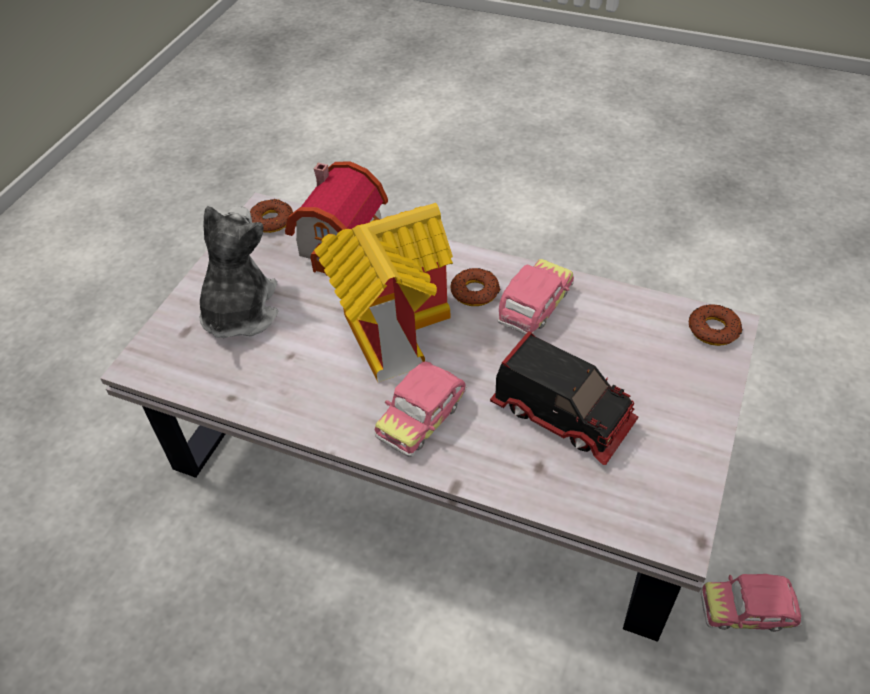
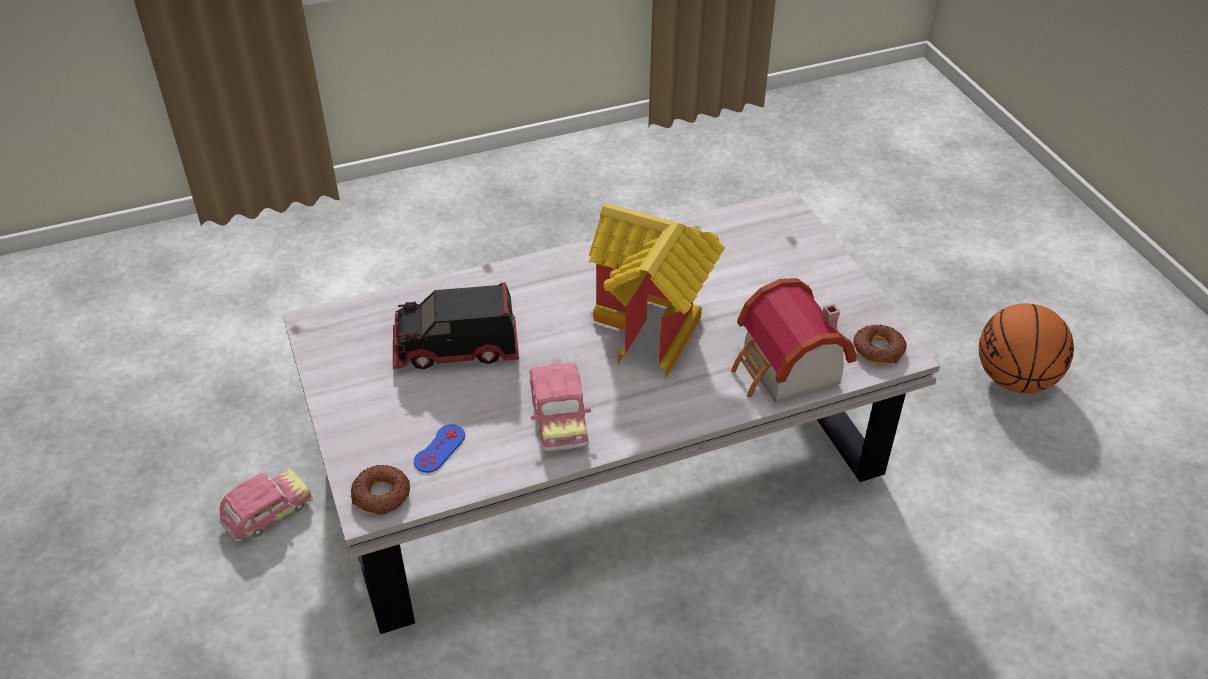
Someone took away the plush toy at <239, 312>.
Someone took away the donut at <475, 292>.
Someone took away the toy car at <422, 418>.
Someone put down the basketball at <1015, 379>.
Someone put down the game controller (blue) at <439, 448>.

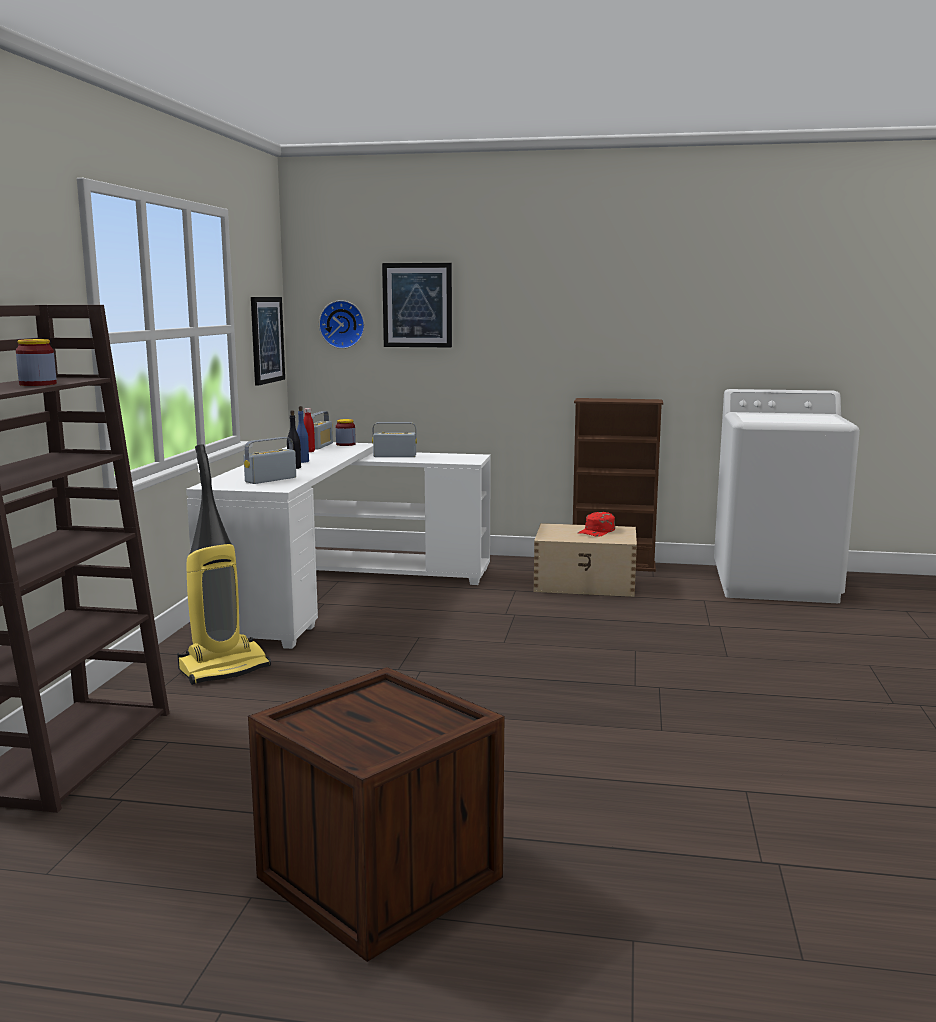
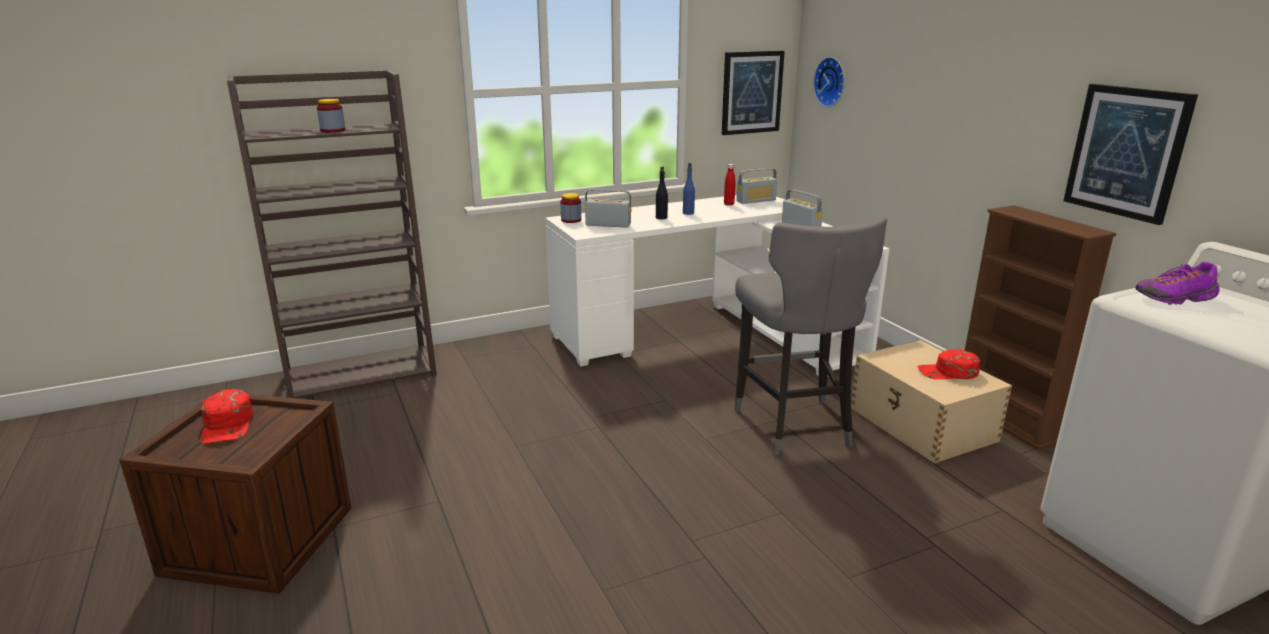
Someone carried the picture from <417, 305> to <1126, 152>.
Someone carried the jar from <345, 444> to <571, 220>.
Someone took away the vacuum cleaner at <224, 668>.
Someone put down the stool (grey) at <793, 425>.
Someone put down the shoe (purple) at <1175, 299>.
Someone put down the cap (red) at <228, 425>.

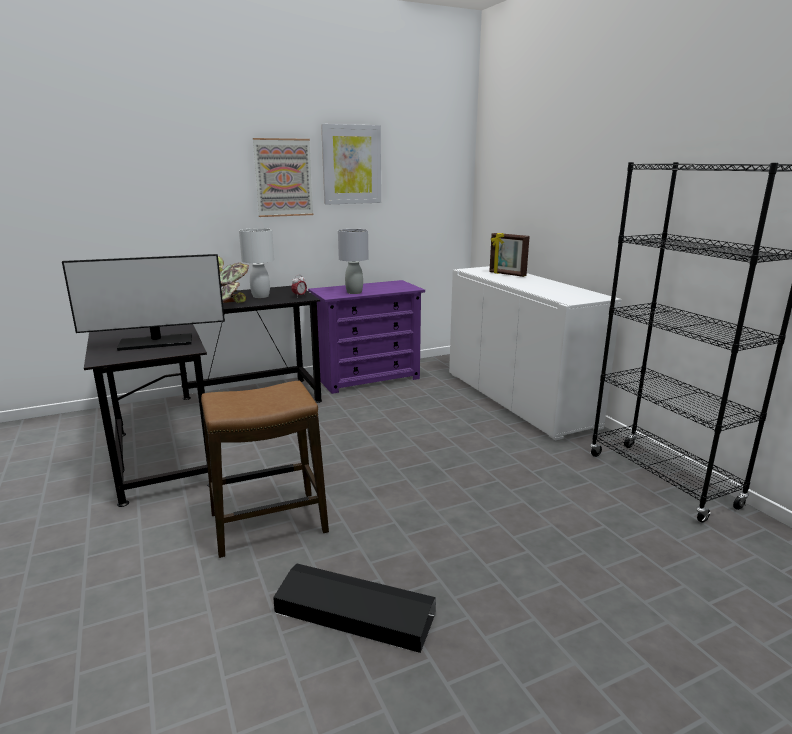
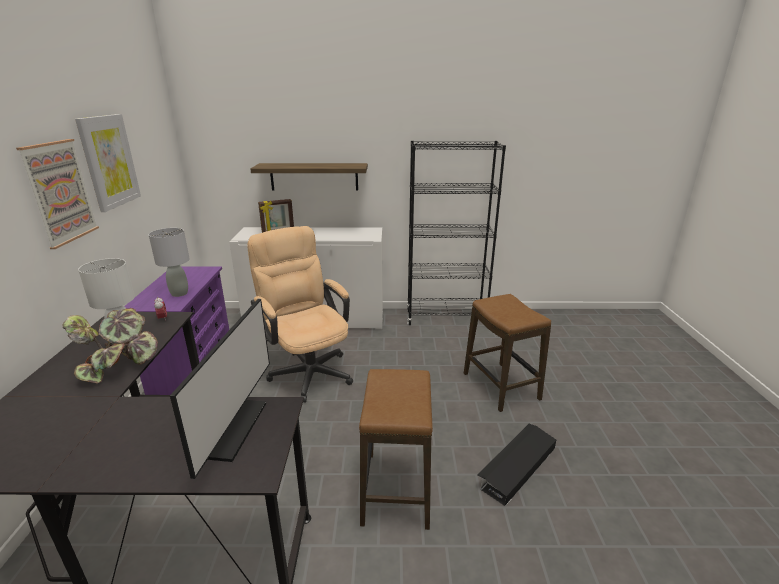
Someone put up the shelf at <314, 176>.
Someone put down the office chair (beige) at <307, 369>.
Someone put down the stool at <500, 386>.

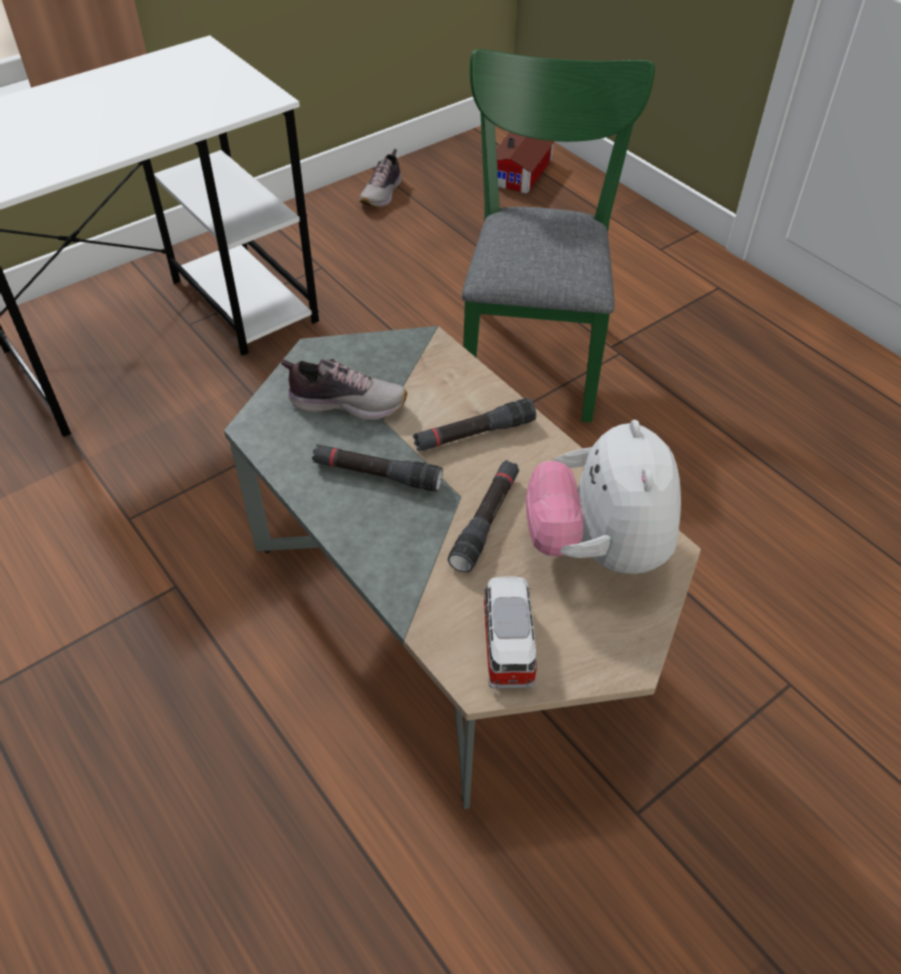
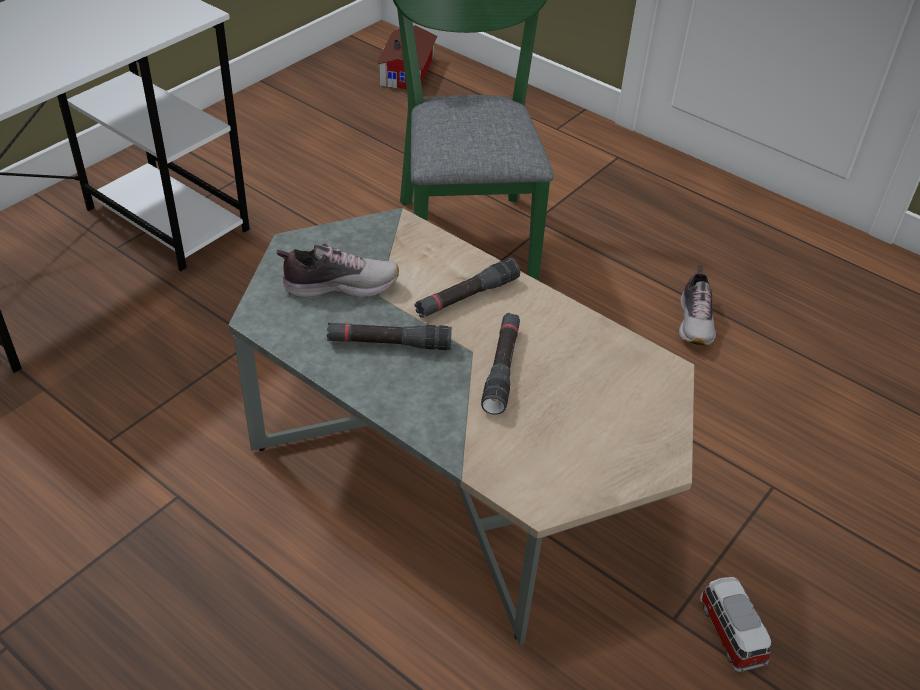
Someone carried the shoe from <382, 193> to <696, 322>.
Someone took away the plush toy at <597, 548>.
Someone carried the toy car from <508, 642> to <730, 631>.

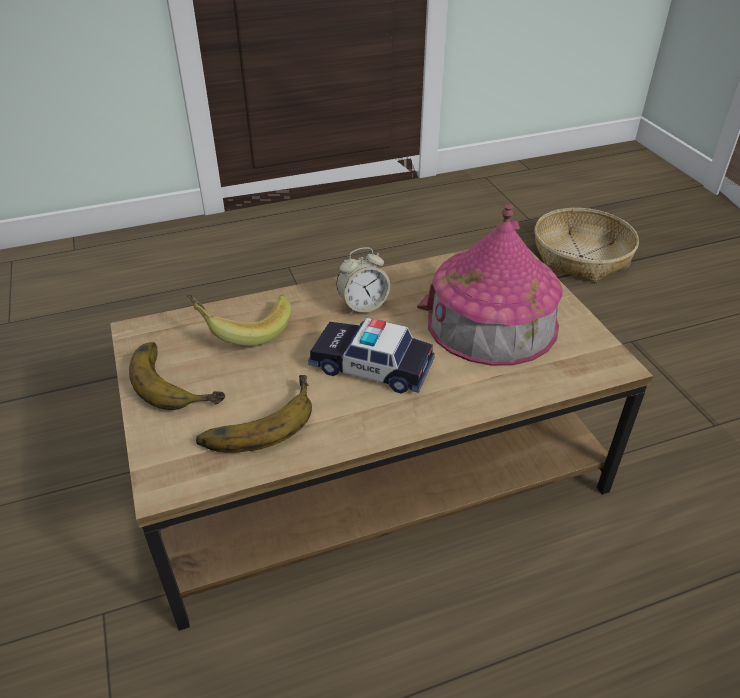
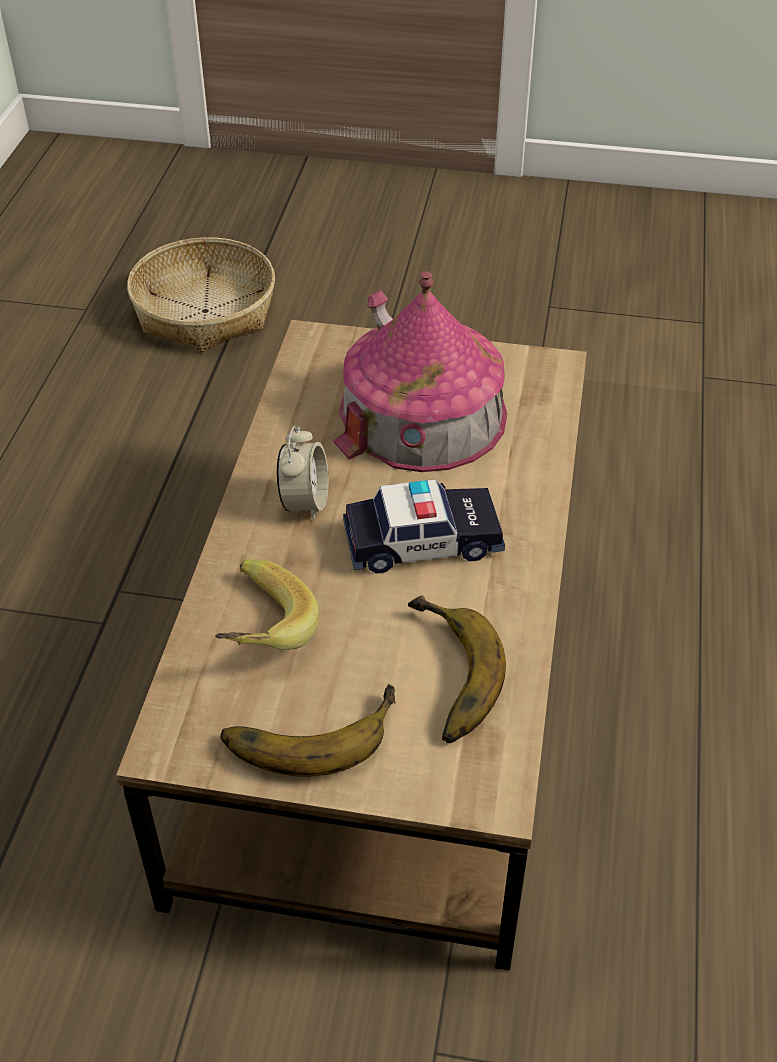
Someone rotated the toy car at <371, 366> by 150 degrees counterclockwise.

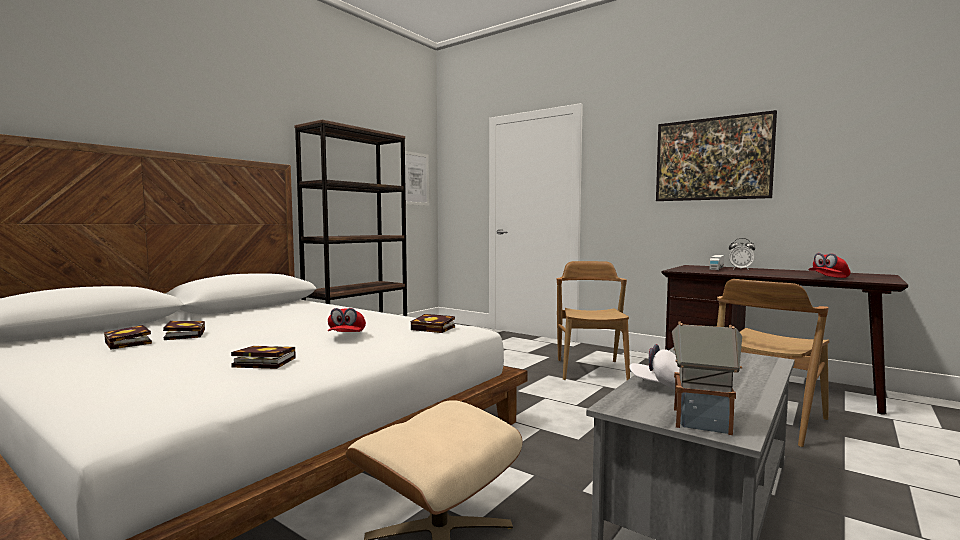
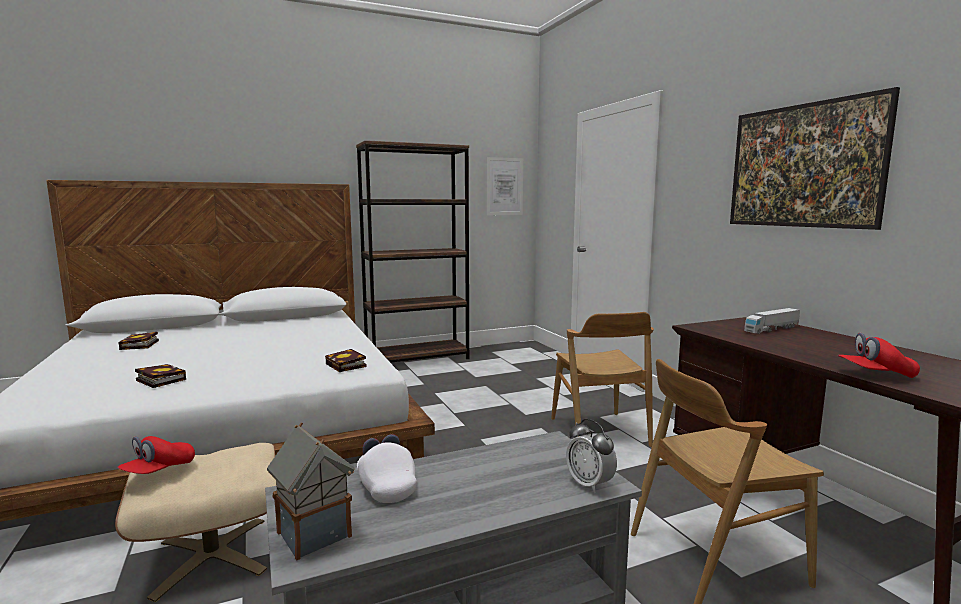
Someone carried the alarm clock from <740, 269> to <589, 484>.
Someone rotated the chair (brown) at <591, 370> by 135 degrees clockwise.
Someone carried the cap (red) from <346, 336> to <159, 471>.
Someone took away the book at <184, 334>.

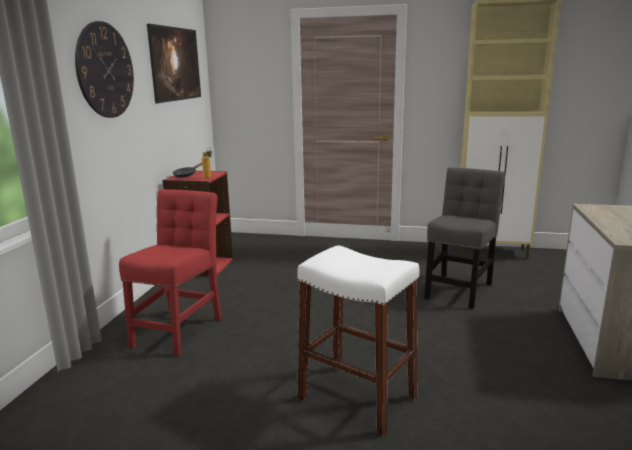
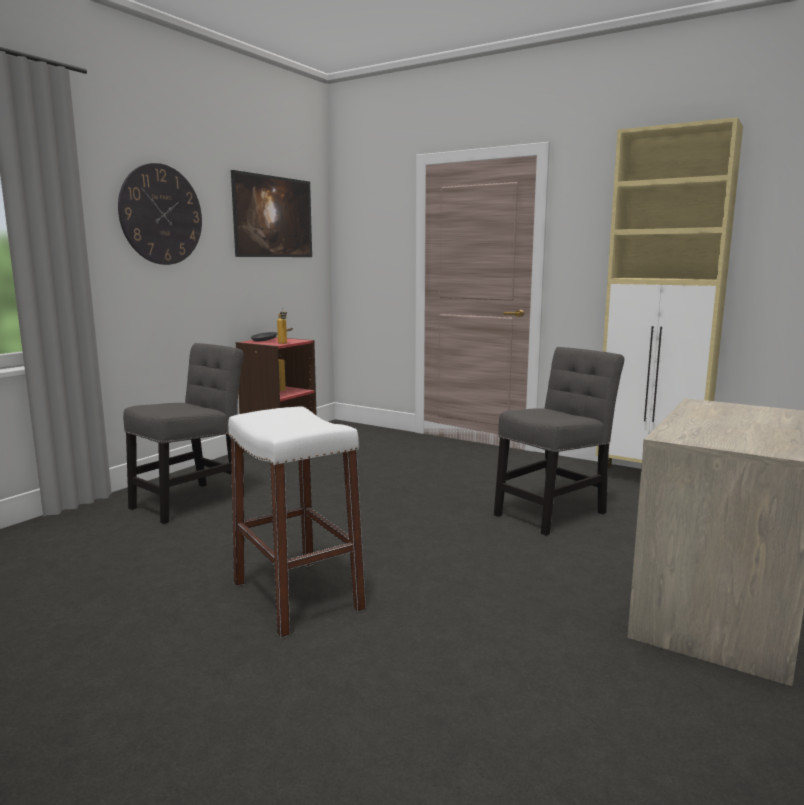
Someone repainted the chair (red) at <179, 329>, which became the chair (grey) at <191, 501>.

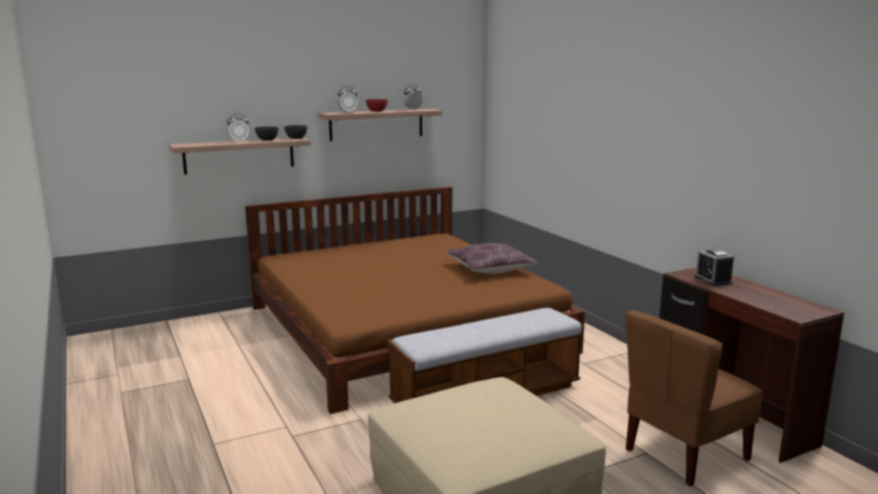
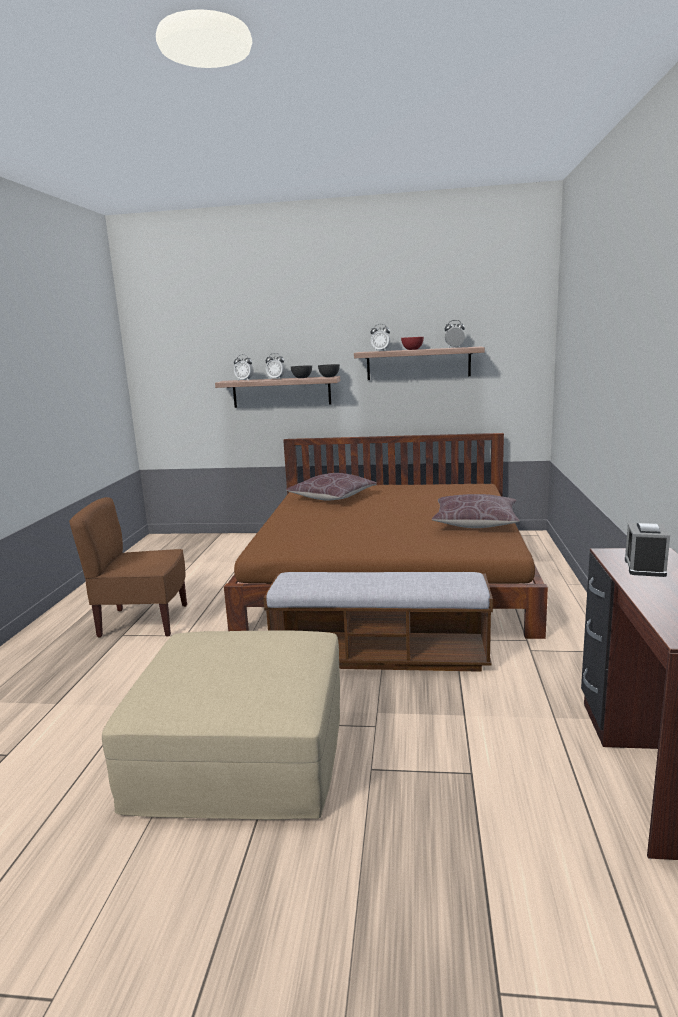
Someone carried the chair (brown) from <684, 454> to <143, 622>.
Someone put down the alarm clock at <244, 380>.
Someone put down the pillow (brown) at <332, 498>.

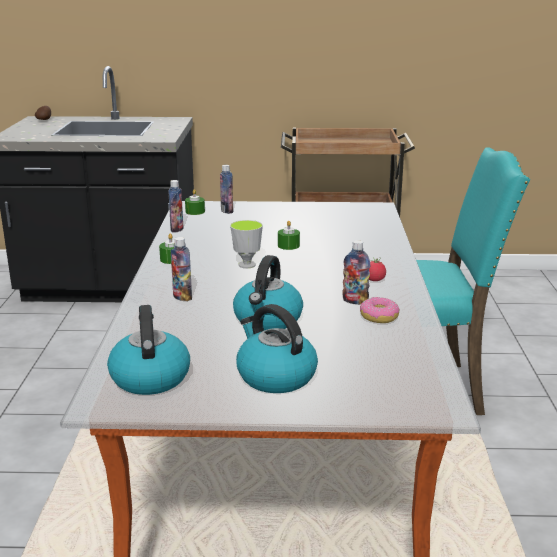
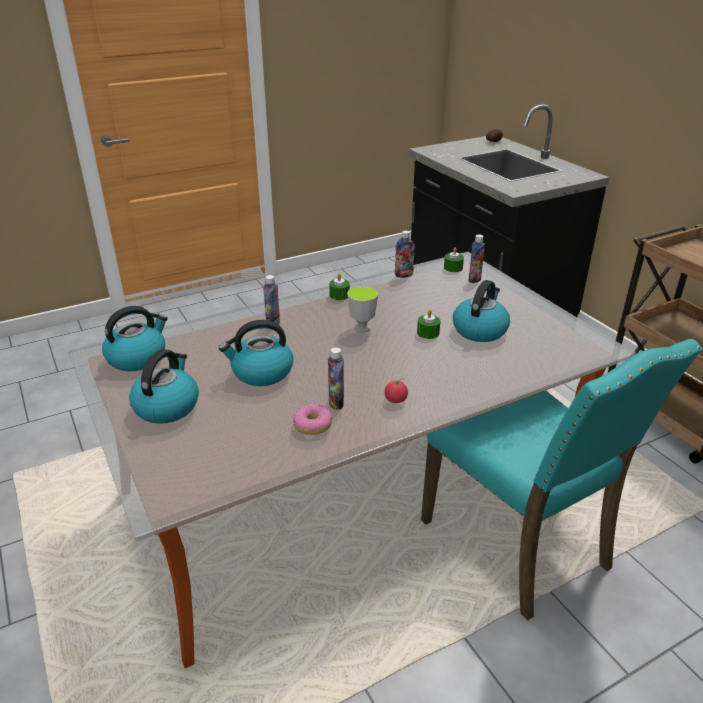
Someone put down the kettle at <479, 330>.

